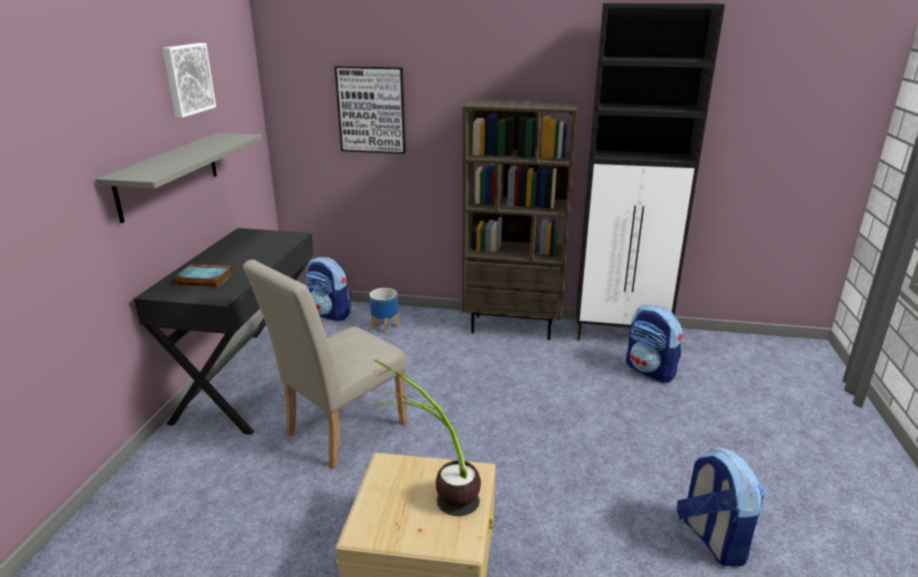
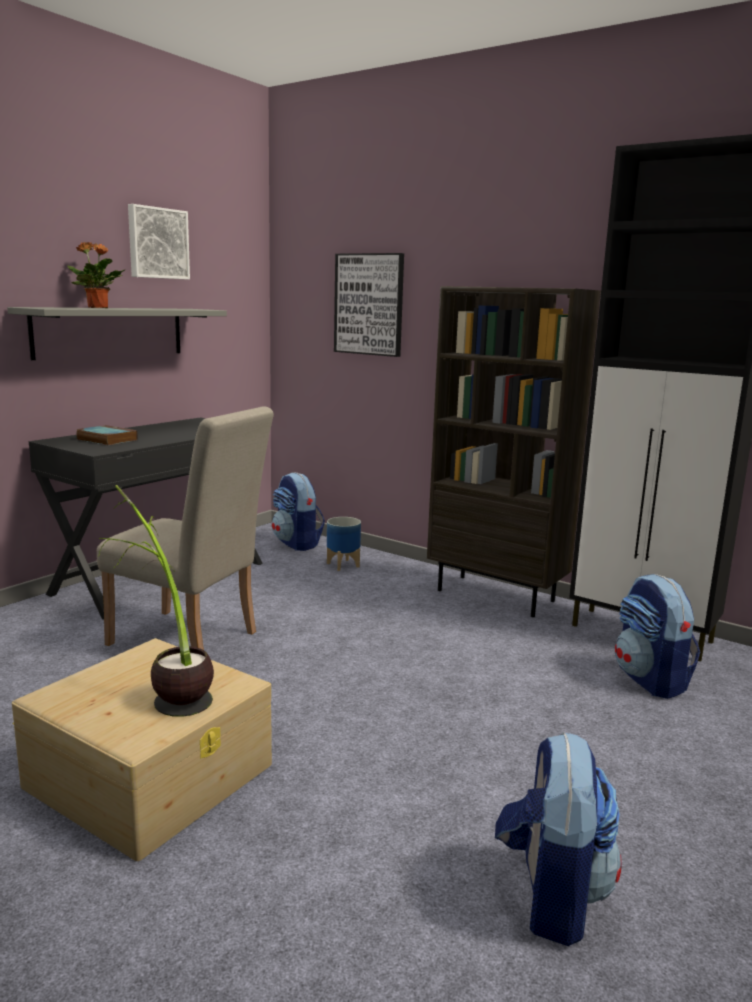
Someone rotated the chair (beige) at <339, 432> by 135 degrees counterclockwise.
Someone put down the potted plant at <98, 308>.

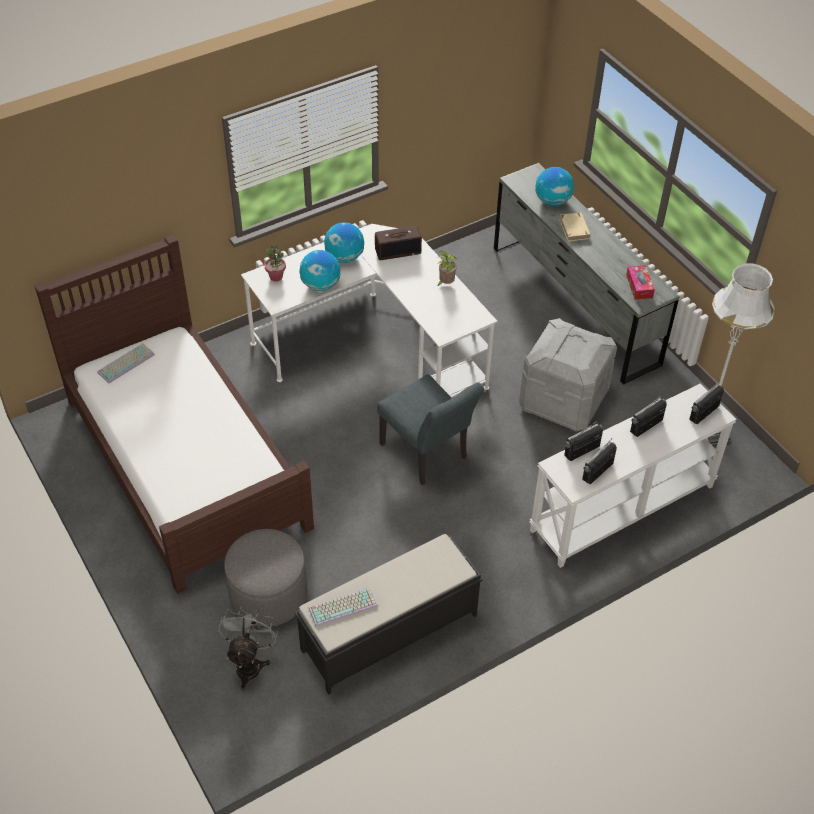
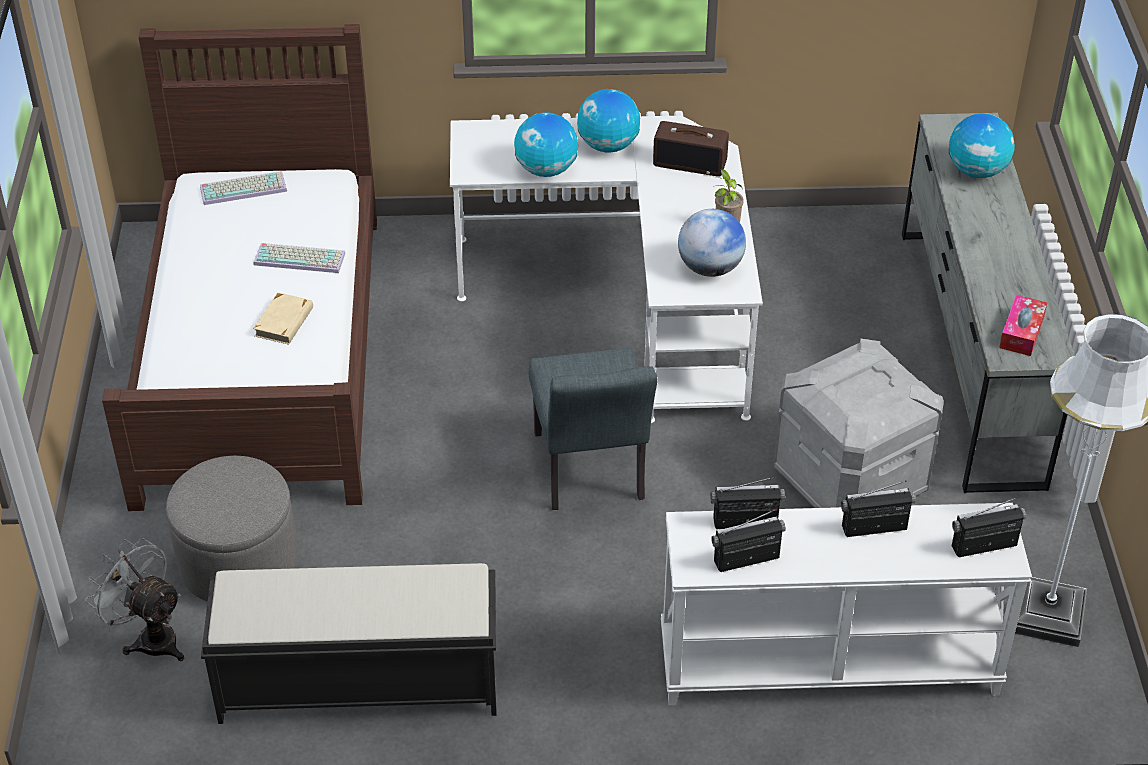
Someone carried the book (beige) from <574, 229> to <284, 322>.
Someone took away the potted plant at <276, 277>.
Someone carried the keyboard from <343, 605> to <301, 258>.
Someone rotated the fan (grey) at <250, 663> by 90 degrees counterclockwise.
Someone put down the globe at <710, 268>.

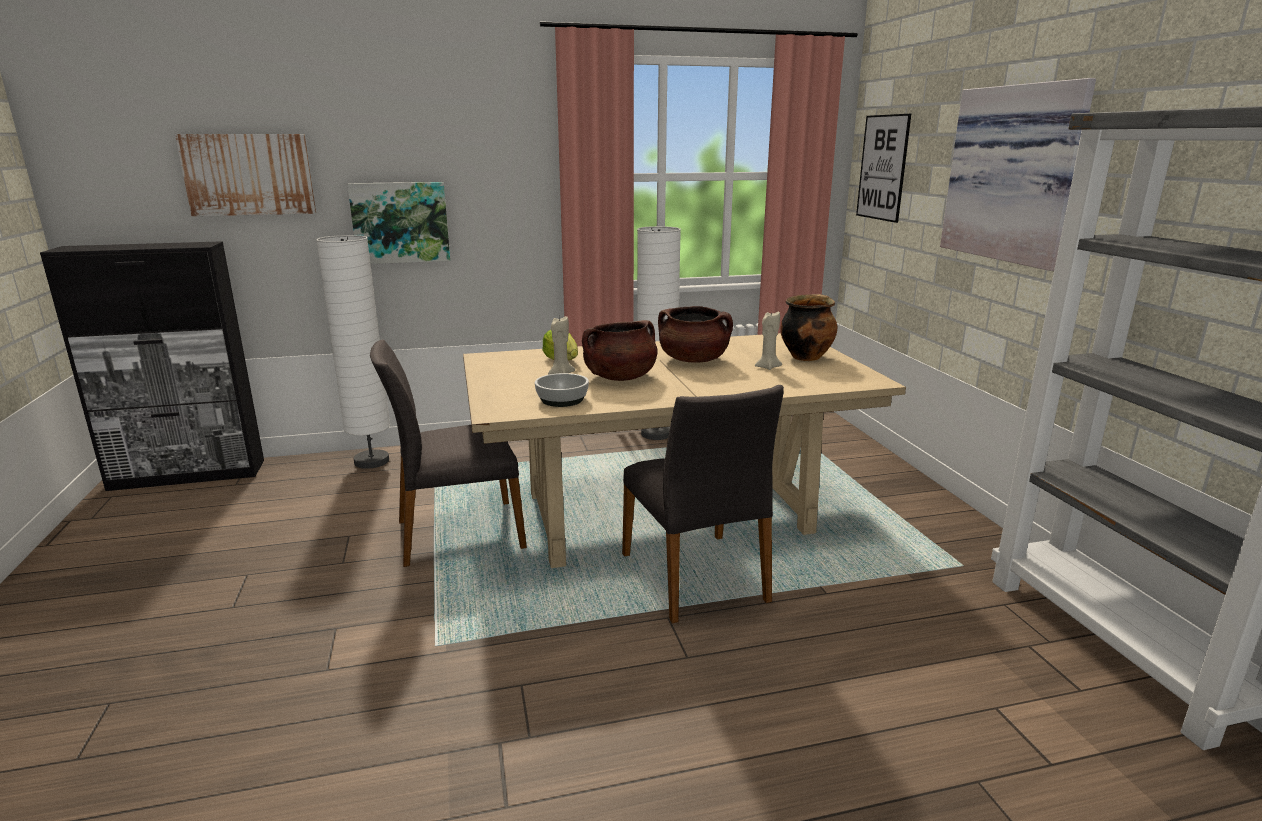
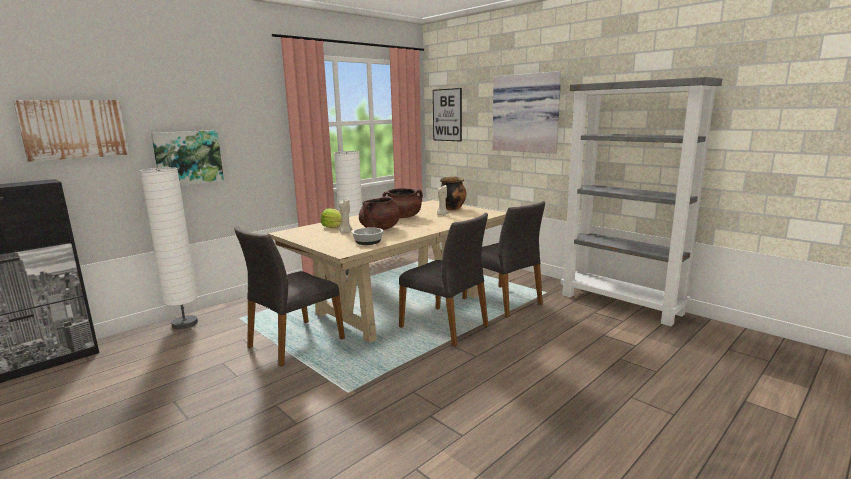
Someone put down the chair (grey) at <503, 301>.

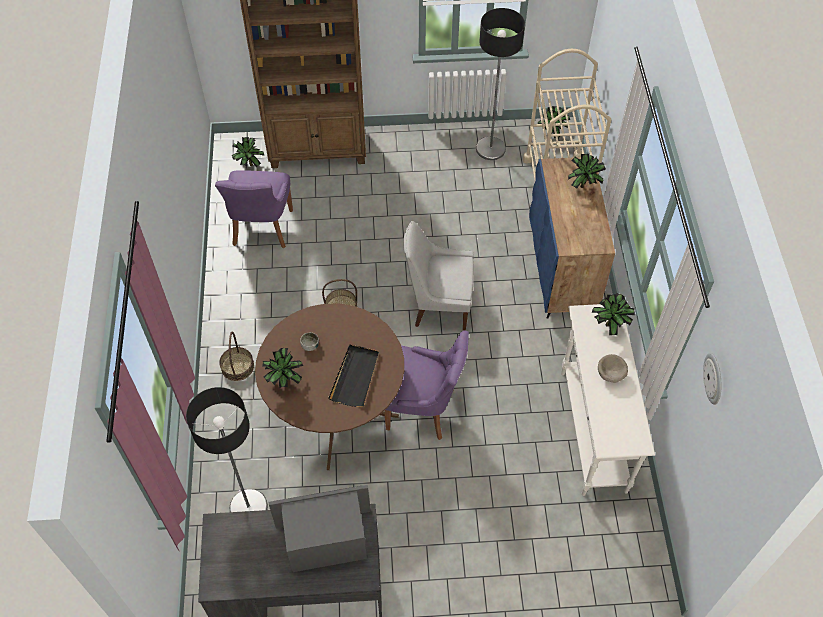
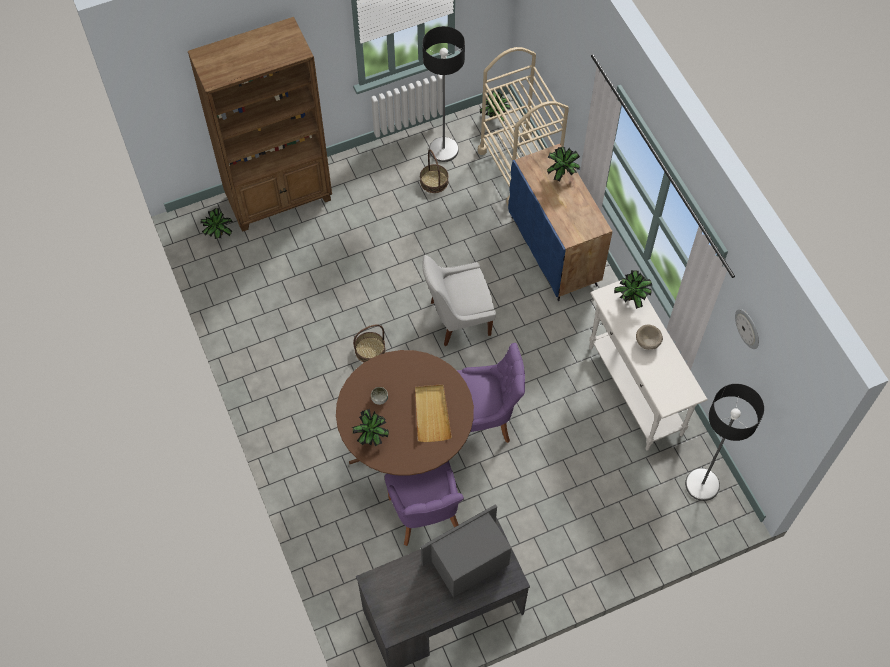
Someone carried the chair (purple) from <261, 229> to <425, 516>.
Someone carried the basket from <237, 366> to <434, 181>.
Someone repainted the tray (black) at <355, 377>, which became the tray (beige) at <432, 414>.
Someone carried the floor lamp from <248, 507> to <702, 485>.

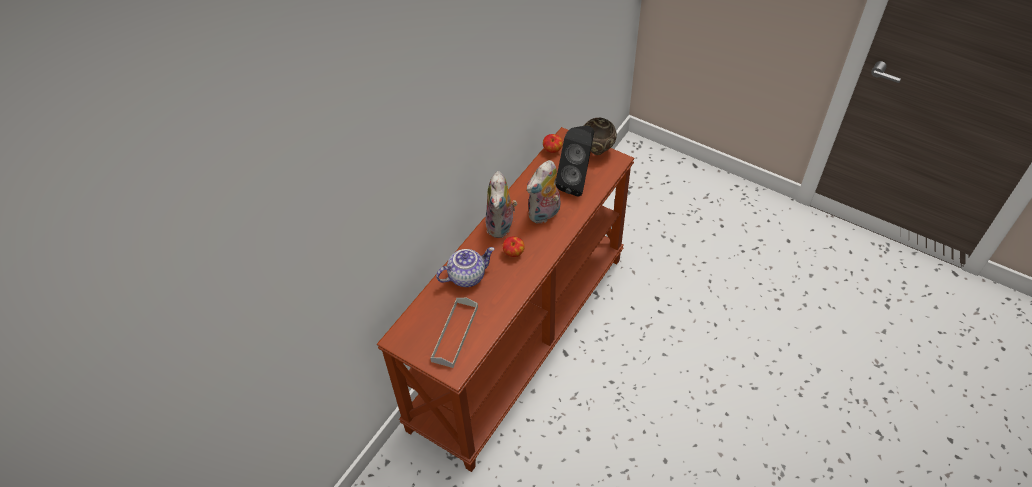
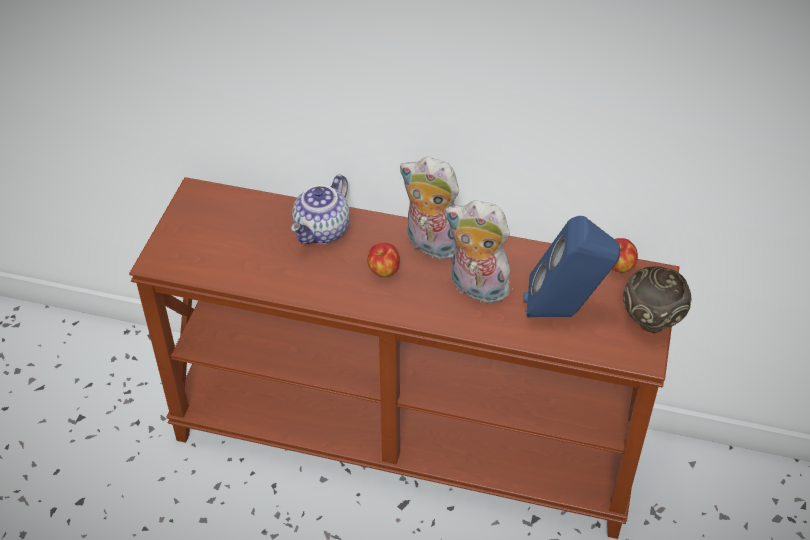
Someone repainted the speaker (black) at <577, 182>, which became the speaker (blue) at <564, 313>.
Someone rotated the plush toy at <502, 226> by 45 degrees clockwise.
Someone rotated the teapot at <467, 275> by 75 degrees clockwise.
Someone took away the tray (grey) at <455, 334>.

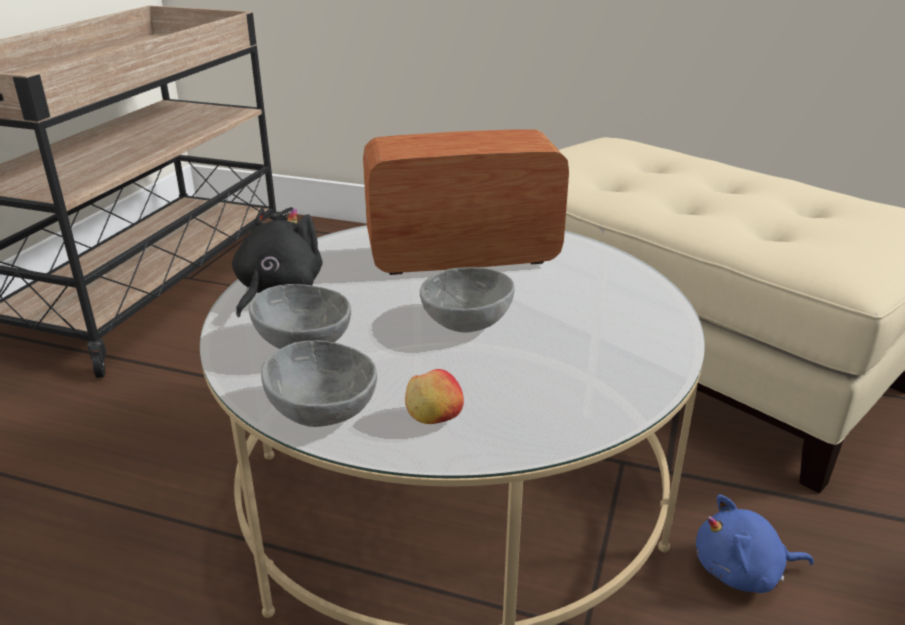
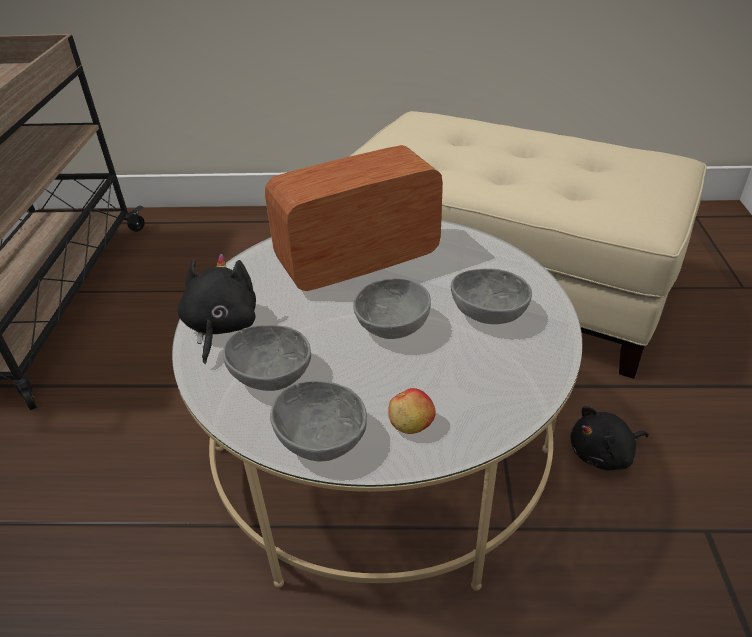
Someone repainted the plush toy (blue) at <742, 572>, which became the plush toy (black) at <603, 454>.
Someone put down the bowl (grey) at <488, 312>.

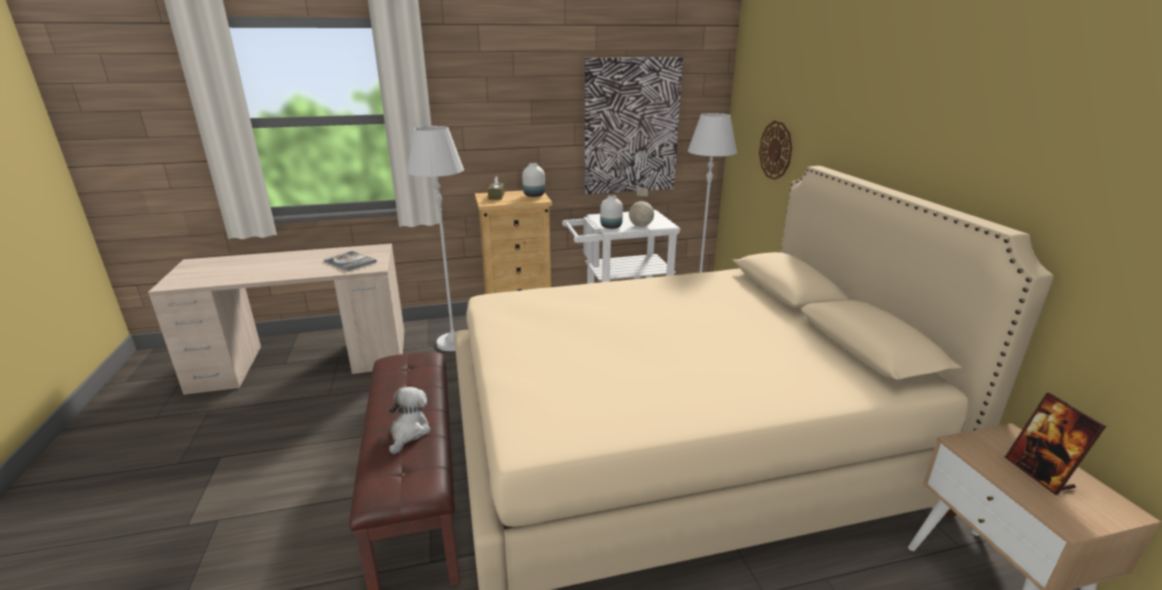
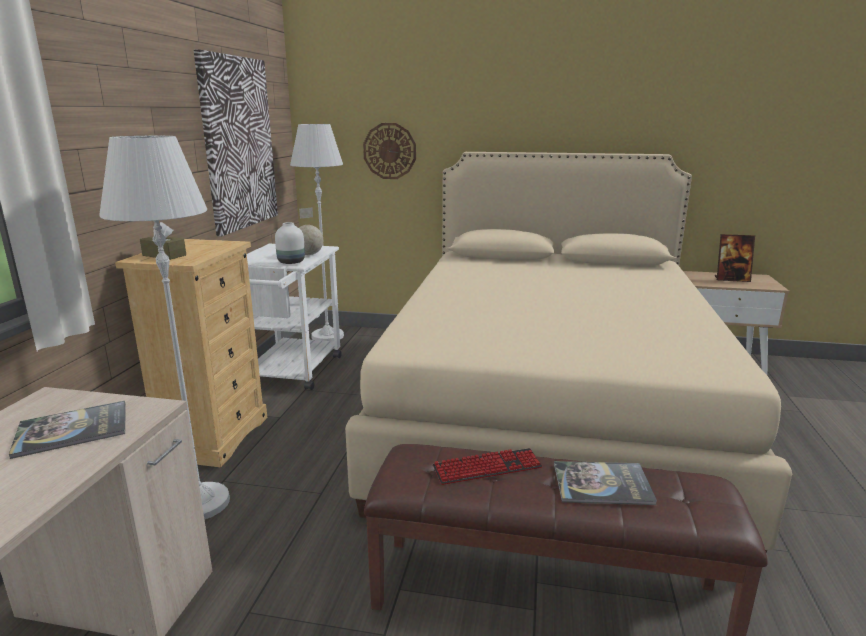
Someone took away the vase (white) at <534, 195>.
Someone swapped the plush toy at <409, 432> for the book at <602, 484>.
Someone put down the keyboard at <487, 468>.

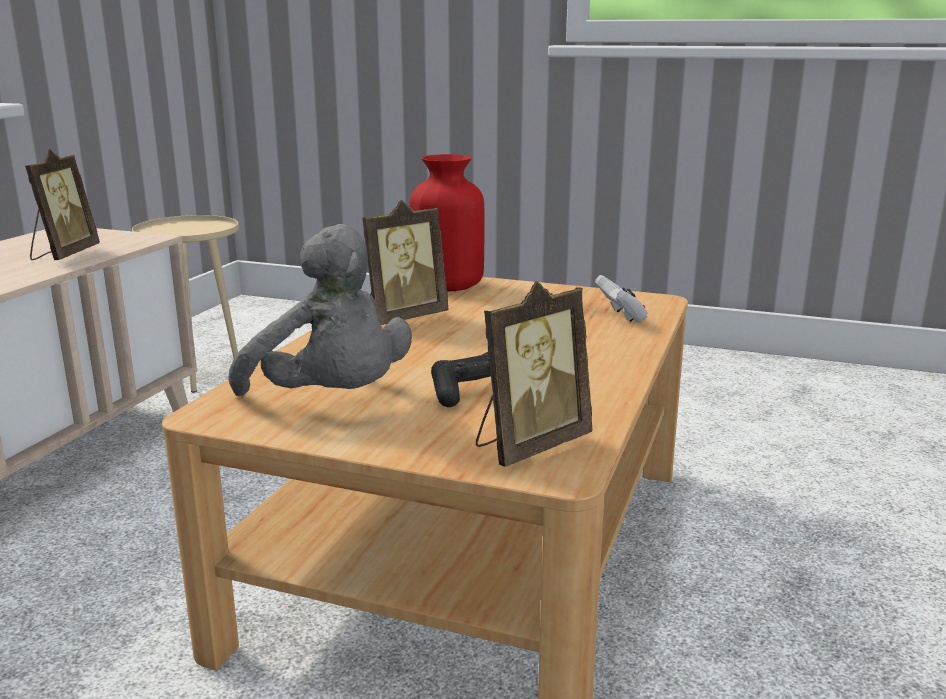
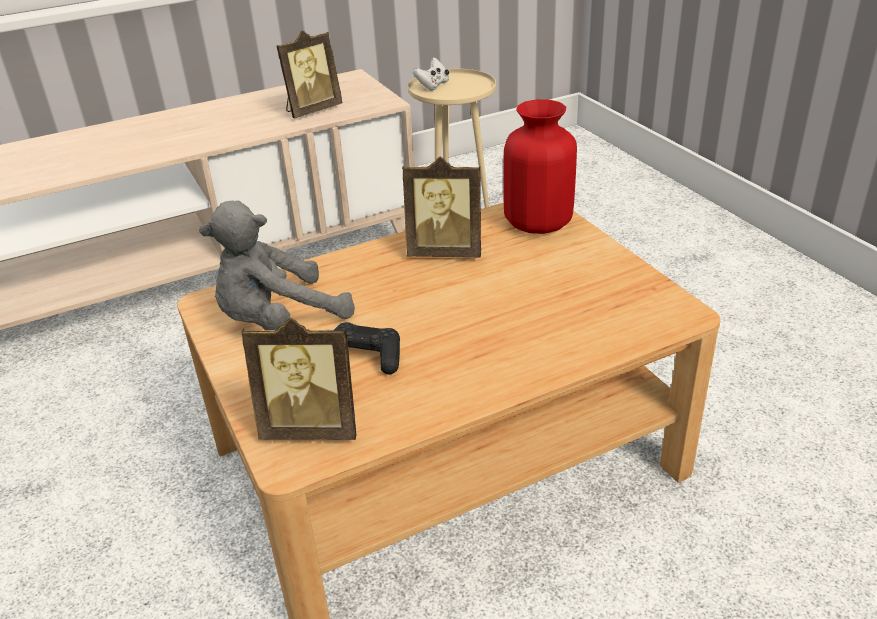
Someone rotated the plush toy (grey) at <331, 400> by 60 degrees clockwise.
Someone carried the game controller (white) from <621, 317> to <433, 86>.

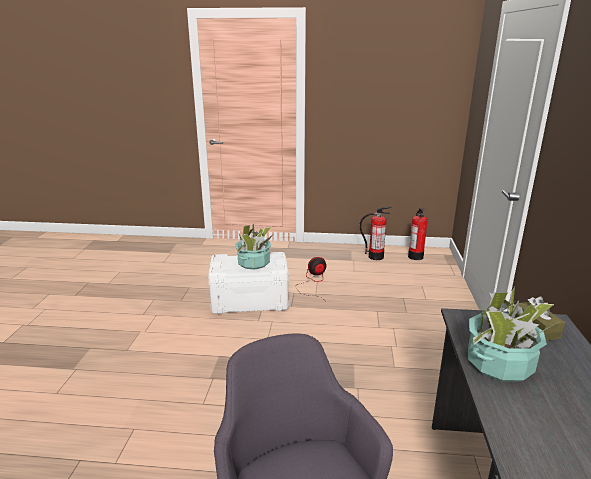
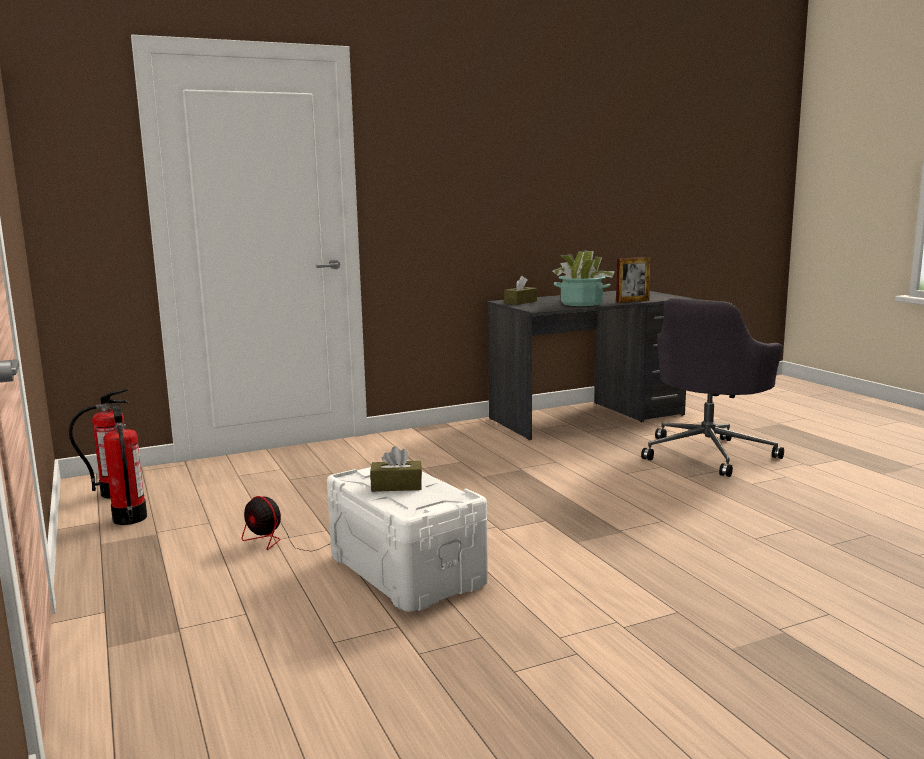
Someone swapped the potted plant at <253, 263> for the tissue box (brown) at <396, 486>.
Someone put down the picture frame at <632, 301>.

